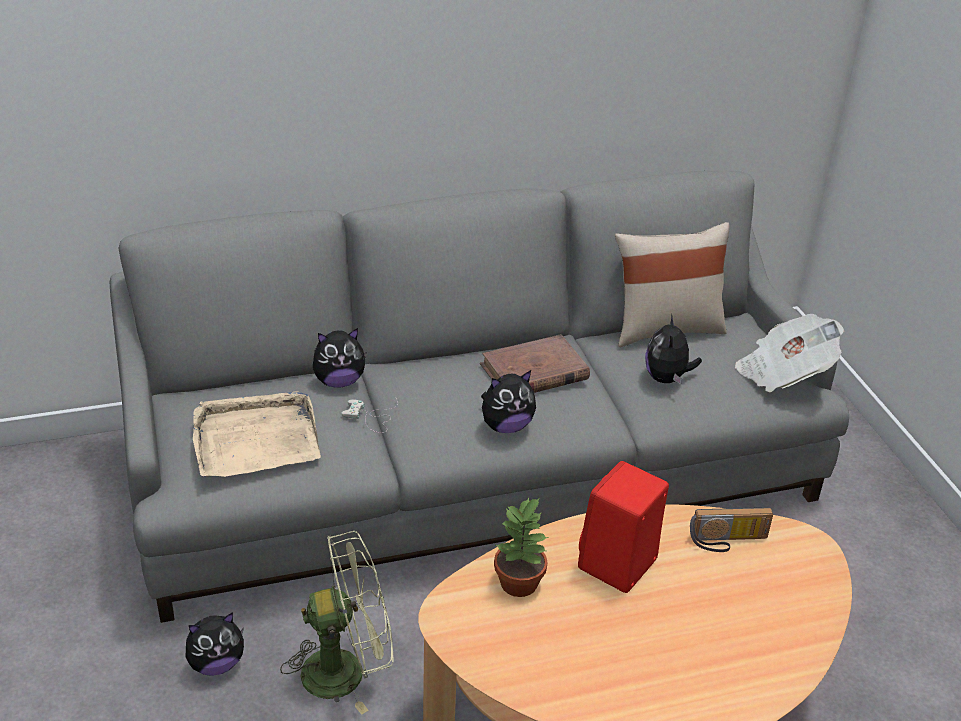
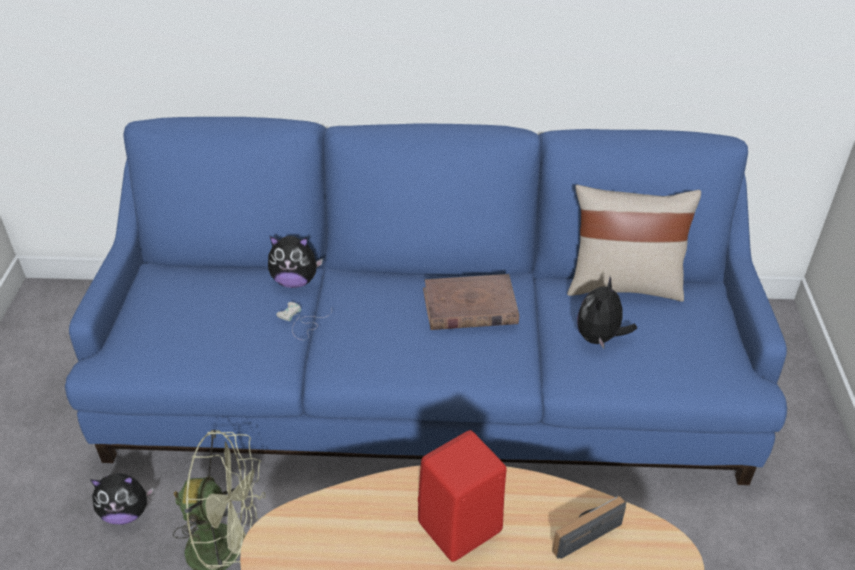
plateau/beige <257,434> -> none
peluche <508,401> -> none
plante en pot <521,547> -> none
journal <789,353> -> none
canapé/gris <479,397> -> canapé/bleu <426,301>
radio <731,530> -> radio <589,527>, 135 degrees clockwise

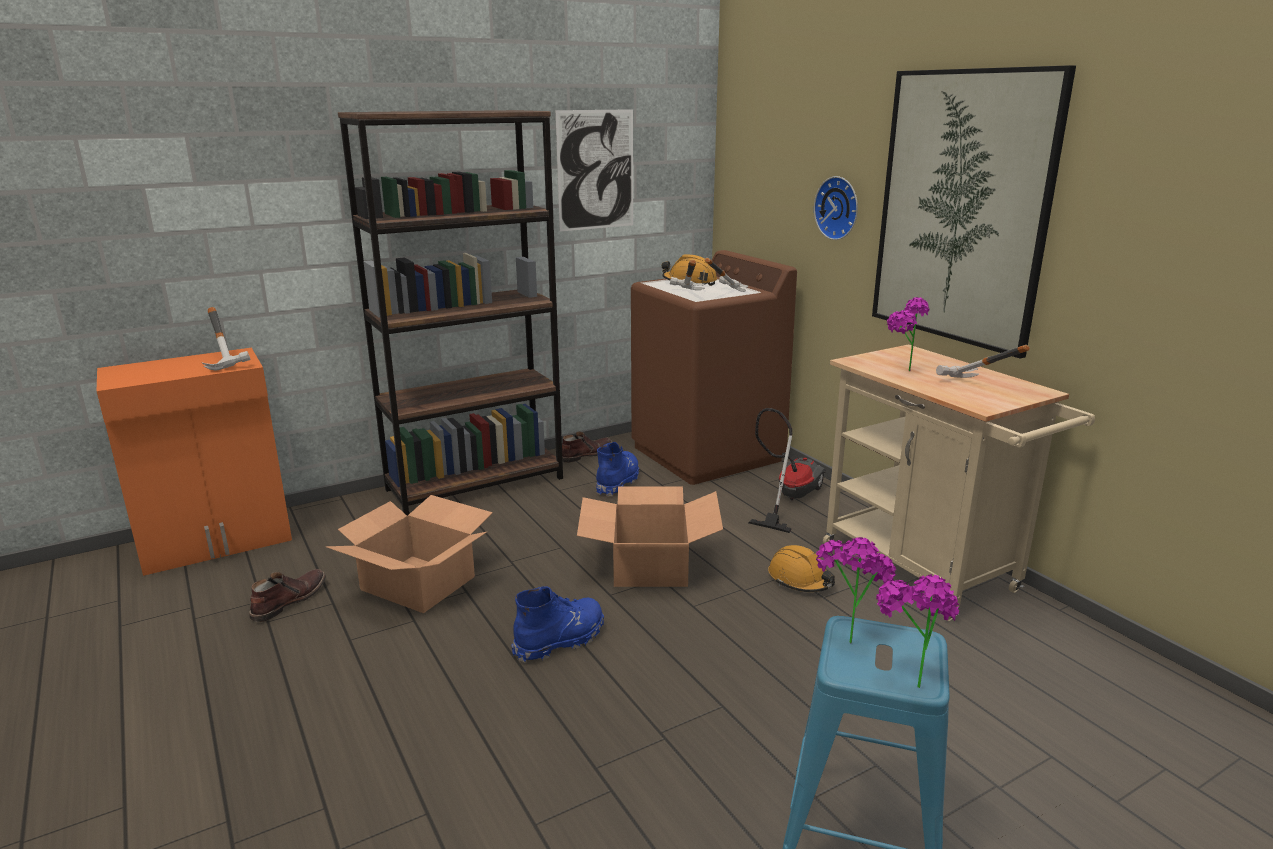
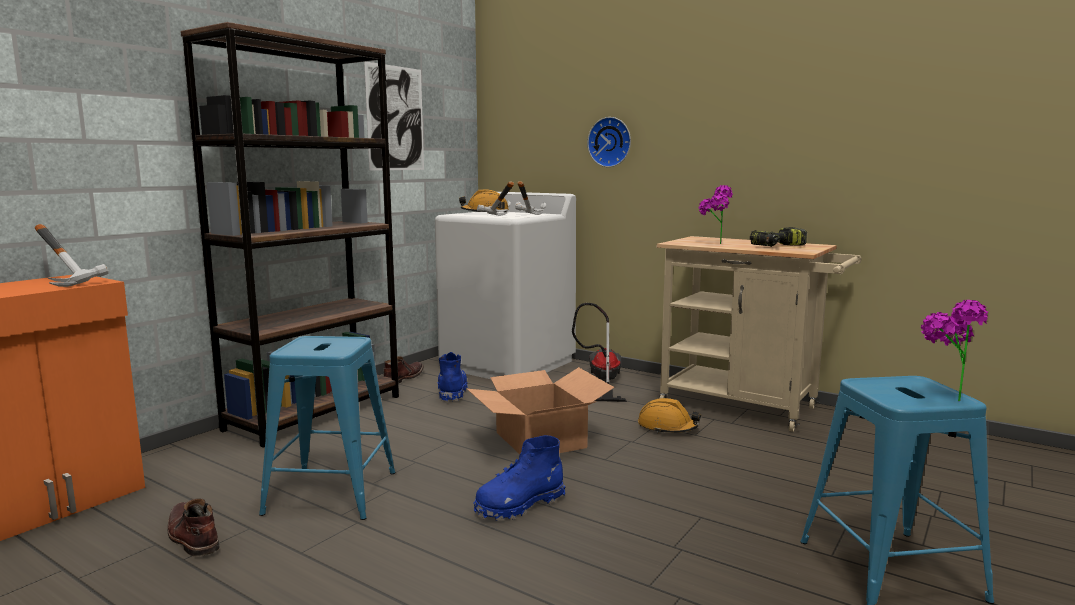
plante en pot <856,590> -> none
tableau <974,212> -> none
carton <409,554> -> tabouret/bleu <327,428>
marteau <983,361> -> perceuse <778,237>
lave-linge/marron <714,367> -> lave-linge/blanc <505,285>
botte/marron <287,595> -> botte/marron <193,527>, 45 degrees counterclockwise
botte/bleu <557,624> -> botte/bleu <519,478>, 150 degrees counterclockwise

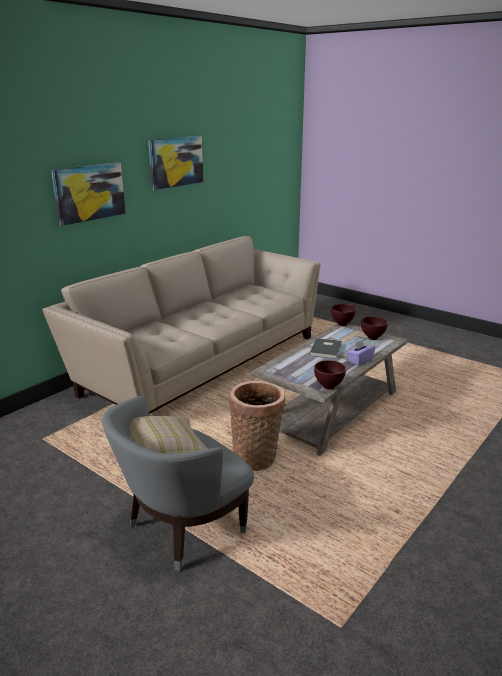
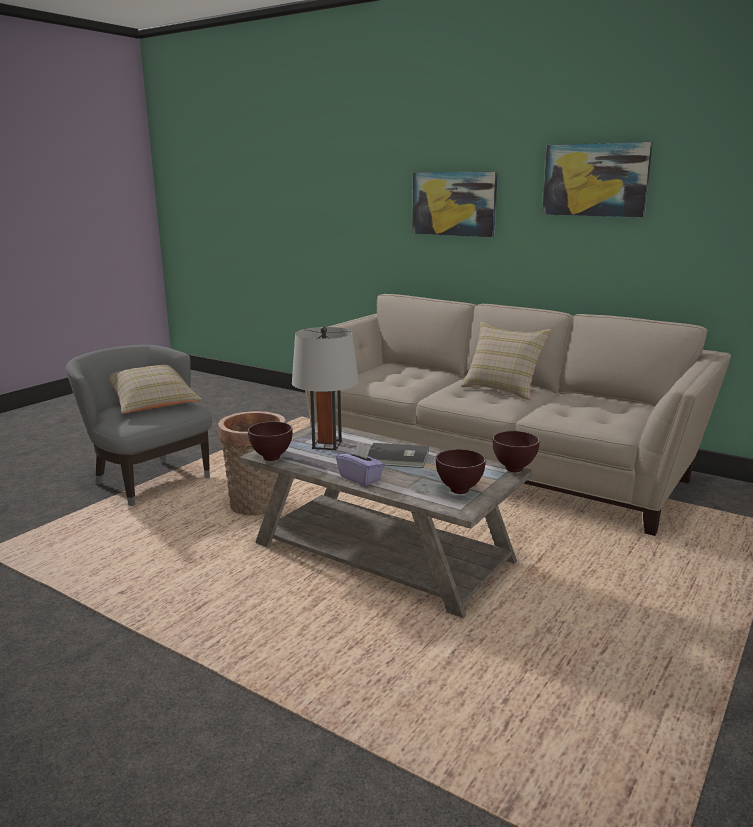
none -> lampe de table/gris <325,388>
none -> coussin/beige <506,361>

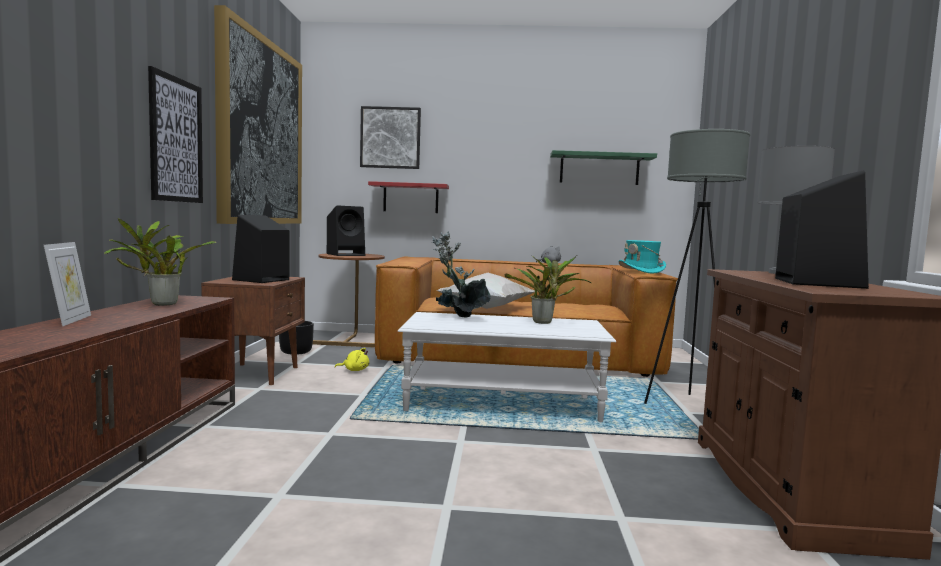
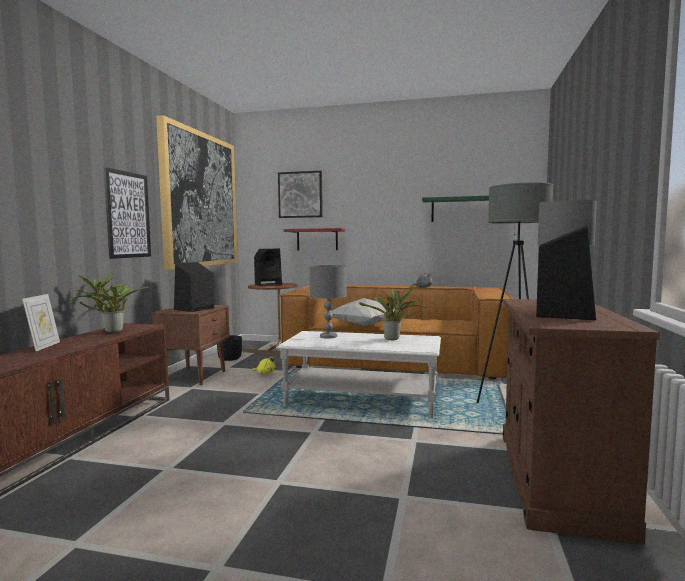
chapeau/turquoise <642,256> -> none
plante en pot <461,274> -> lampe de table/gris <328,302>

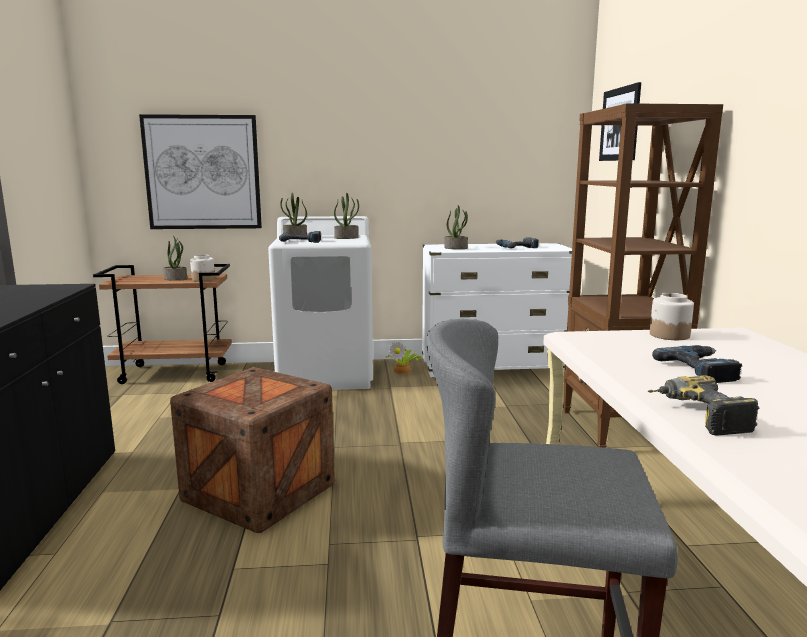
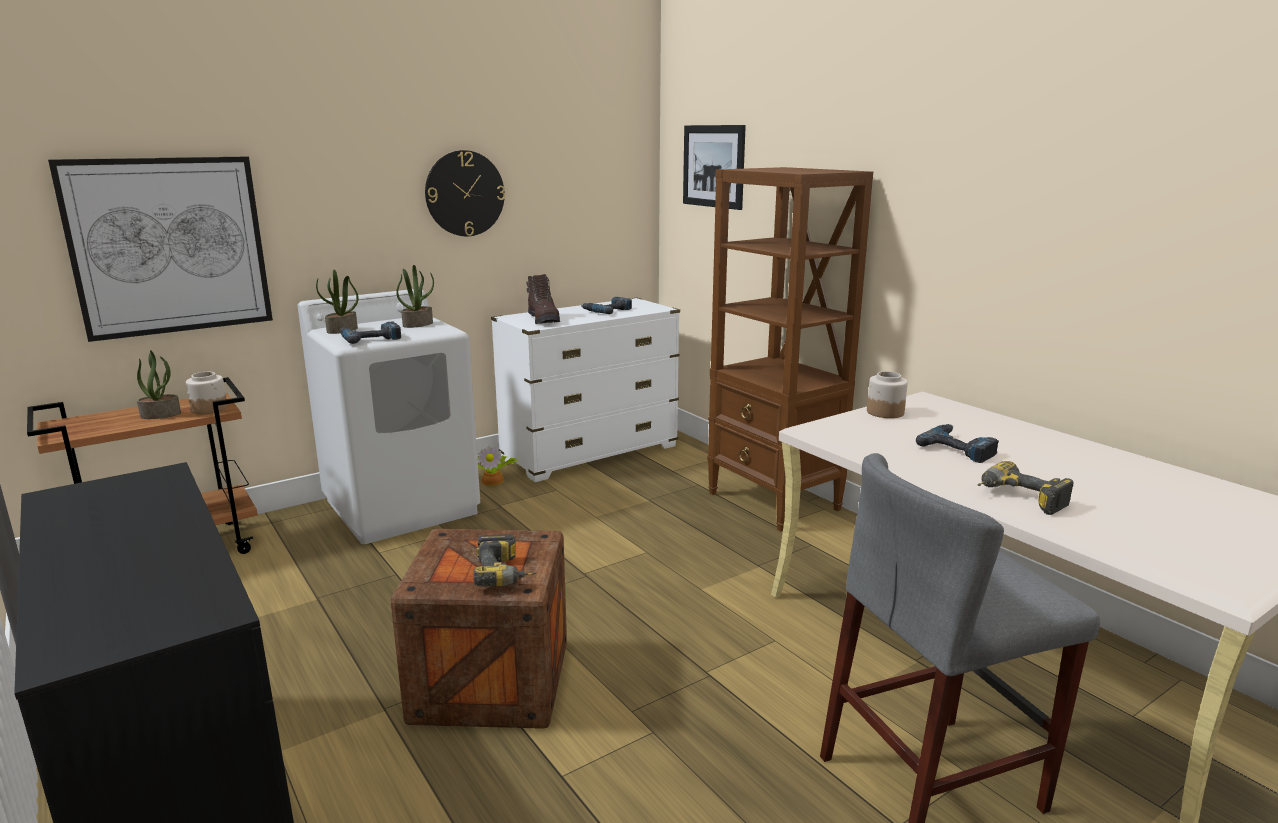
none -> horloge murale <465,193>
none -> perceuse <505,560>
plante en pot <456,227> -> botte/marron <543,299>

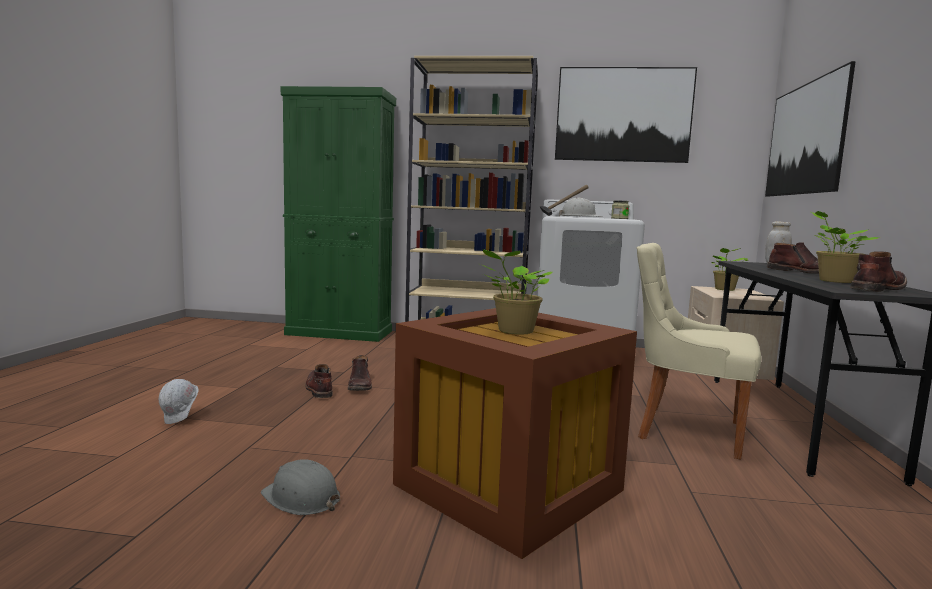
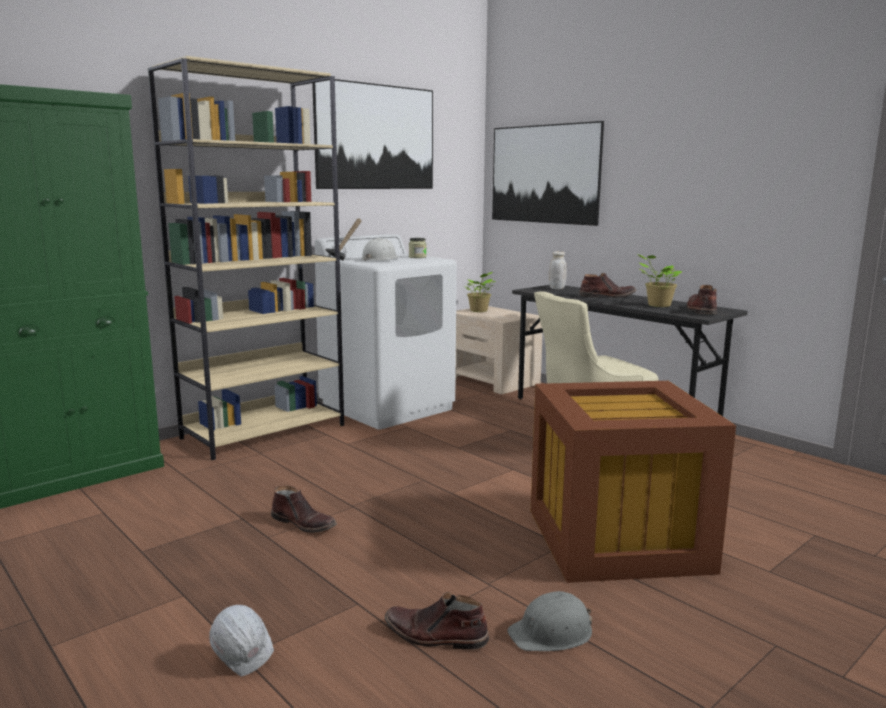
plante en pot <516,292> -> none
botte/marron <319,381> -> botte/marron <437,621>, move

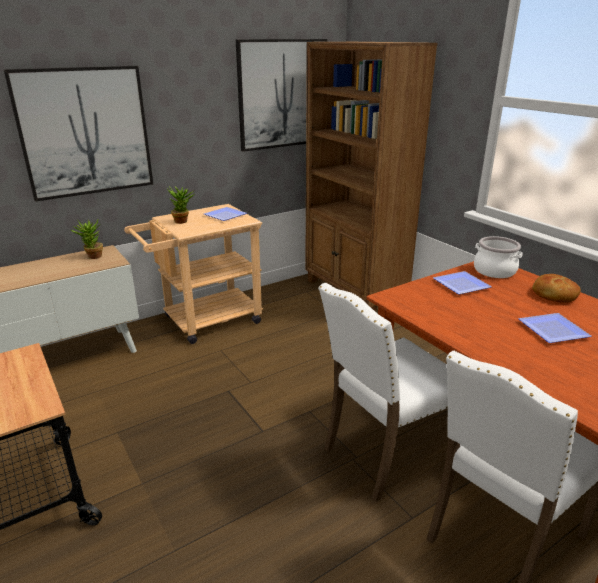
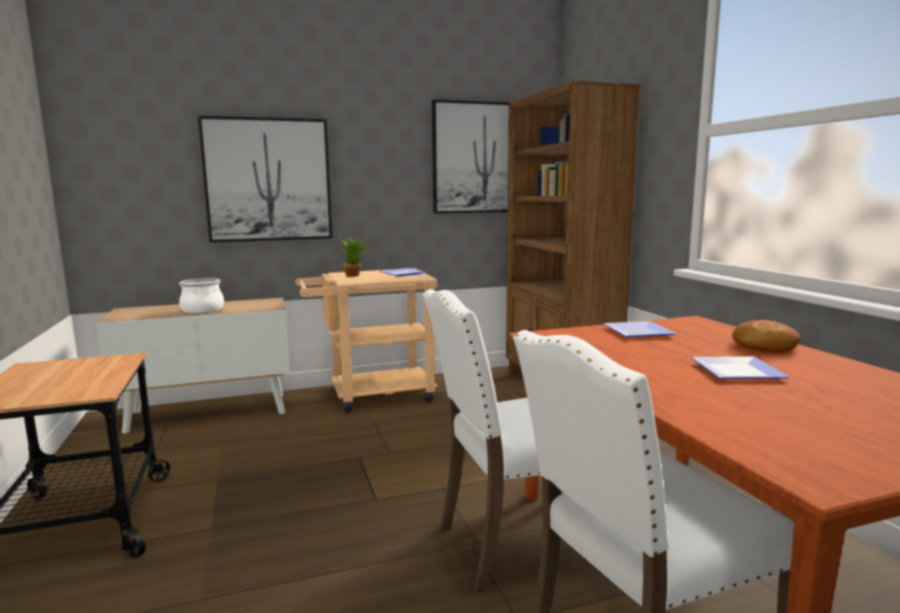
plante en pot <87,239> -> none
marmite <498,257> -> marmite <201,295>, move

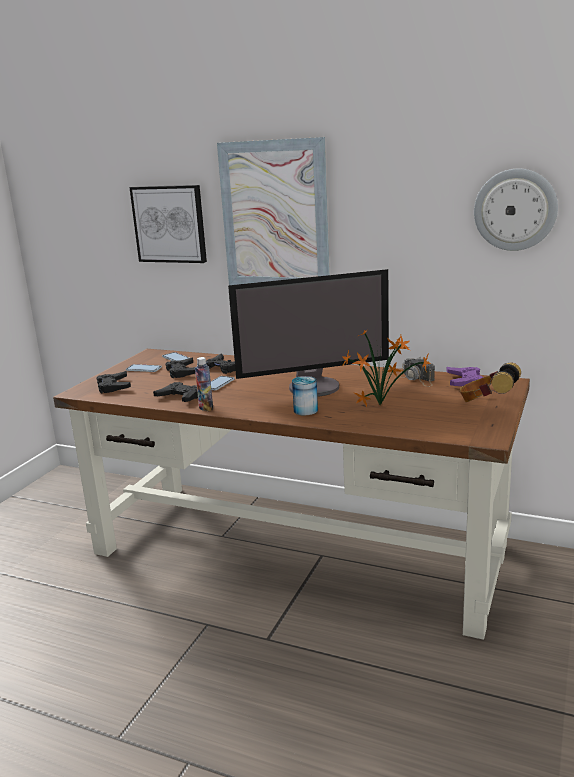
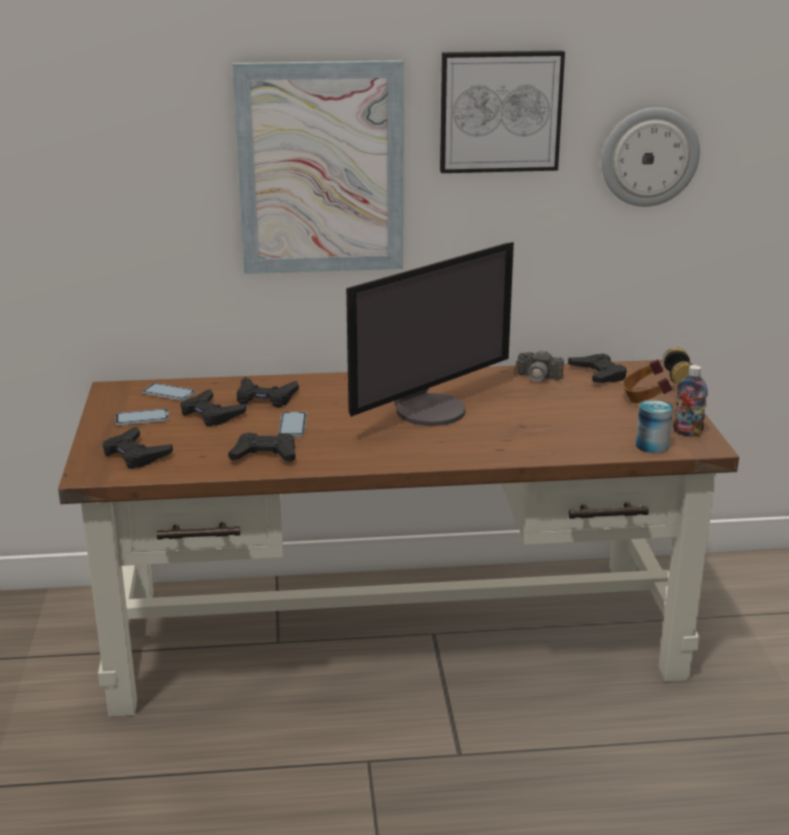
plante en pot <386,367> -> none
tableau <168,224> -> tableau <502,111>, move
bouteille <204,384> -> bouteille <690,401>, move
boîte métallique <305,395> -> boîte métallique <654,427>, move
manette/violet <465,376> -> manette/noir <597,368>

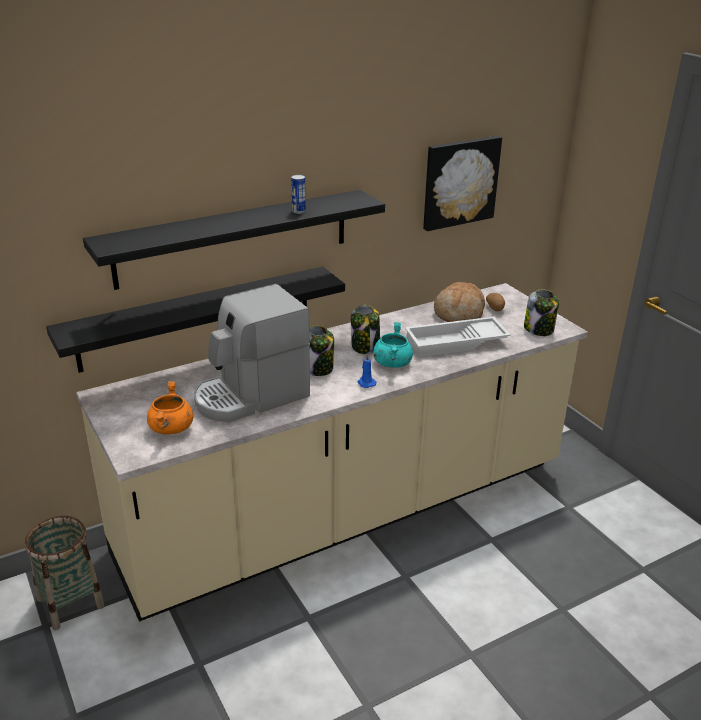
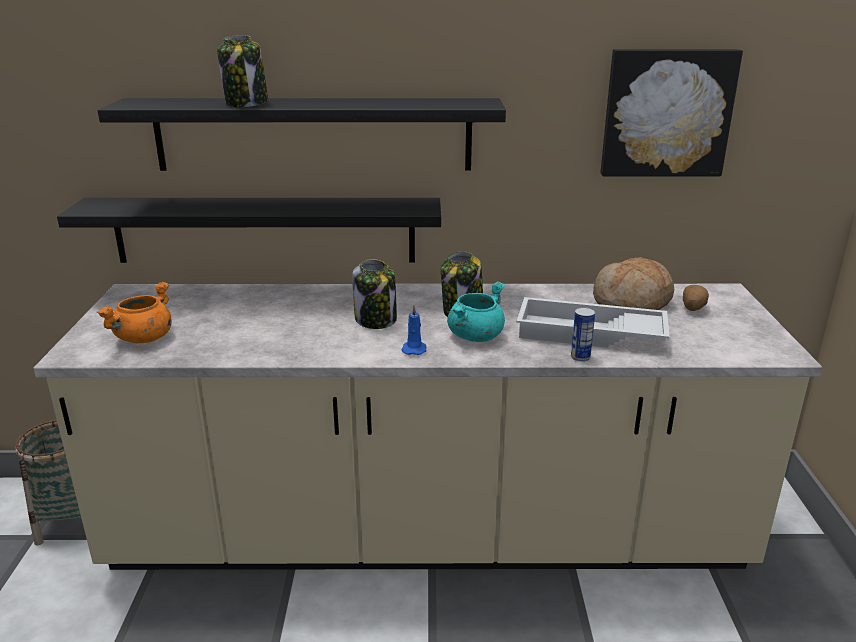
machine à café <252,353> -> none
boîte métallique <298,194> -> boîte métallique <583,334>, move
bocal <541,312> -> bocal <242,71>, move

